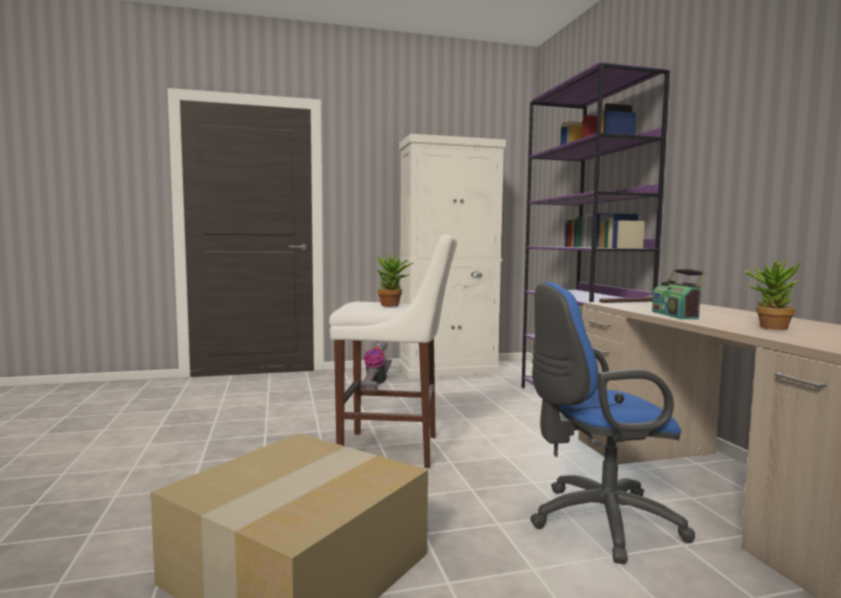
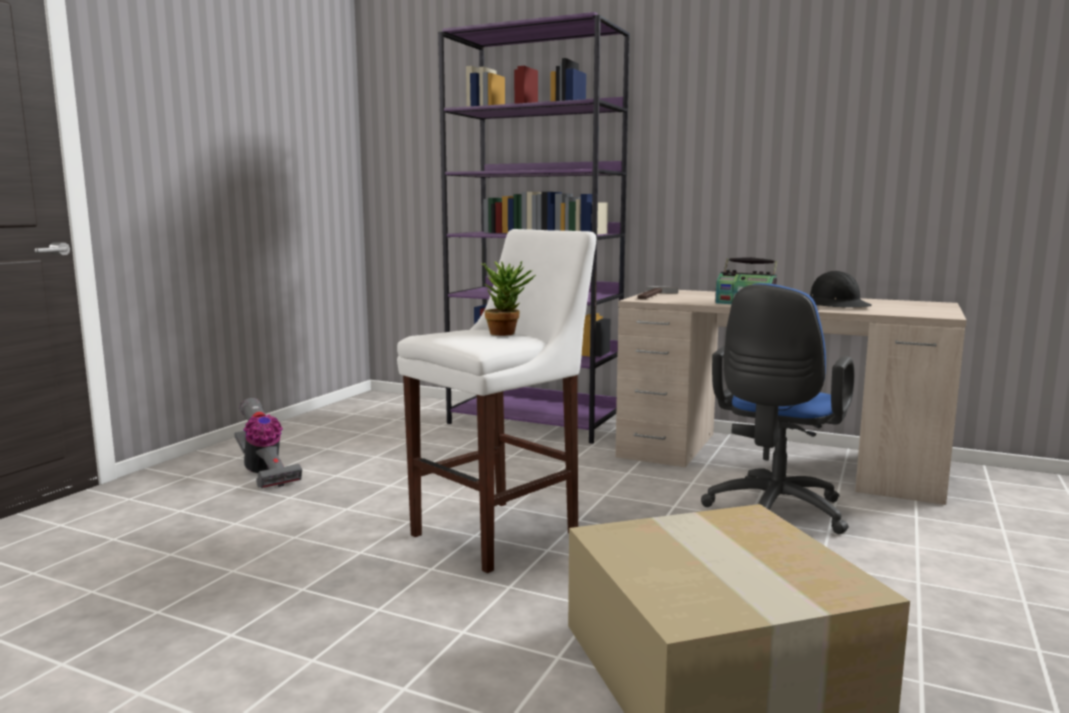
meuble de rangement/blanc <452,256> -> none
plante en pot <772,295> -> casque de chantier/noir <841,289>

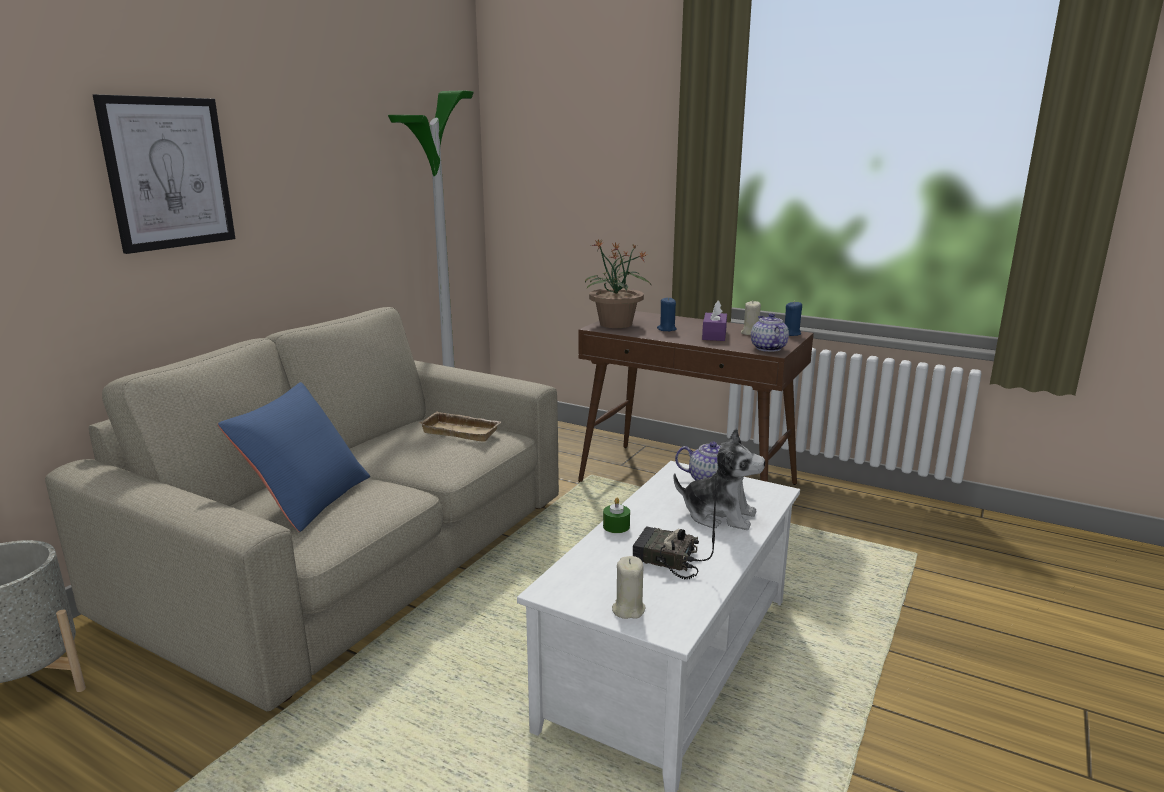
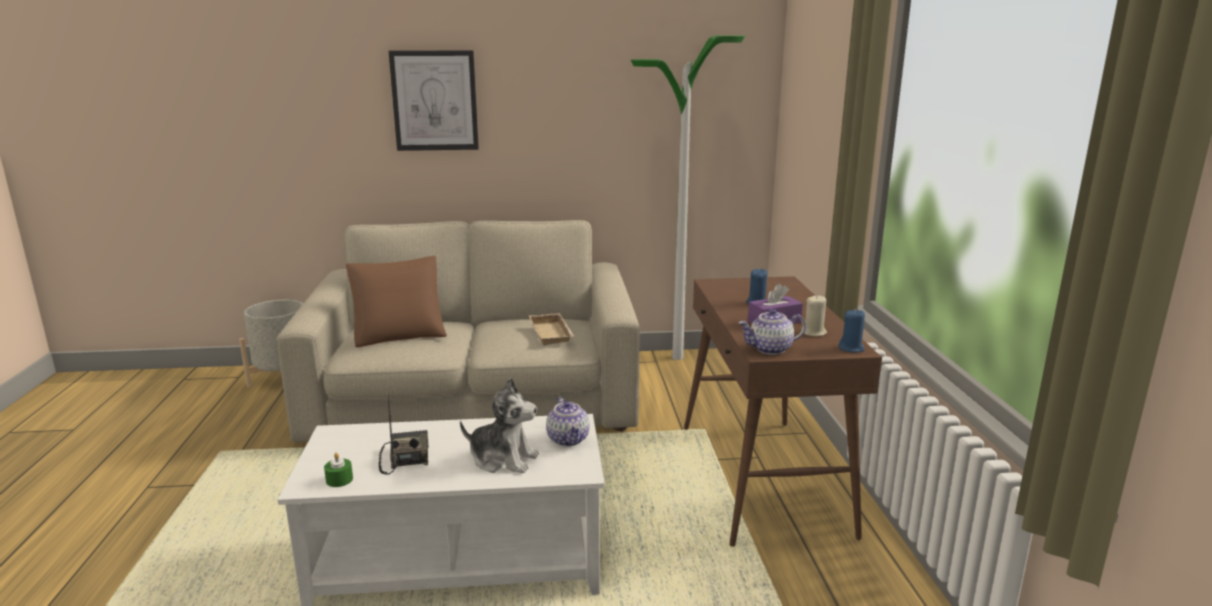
plante en pot <618,283> -> none
bougie/beige <628,587> -> none
bougie/vert <616,515> -> bougie/vert <338,470>, move
coussin/bleu <294,457> -> coussin/marron <396,301>
peluche <719,479> -> peluche <499,425>, 60 degrees counterclockwise
théière <770,332> -> théière <772,332>, 150 degrees counterclockwise

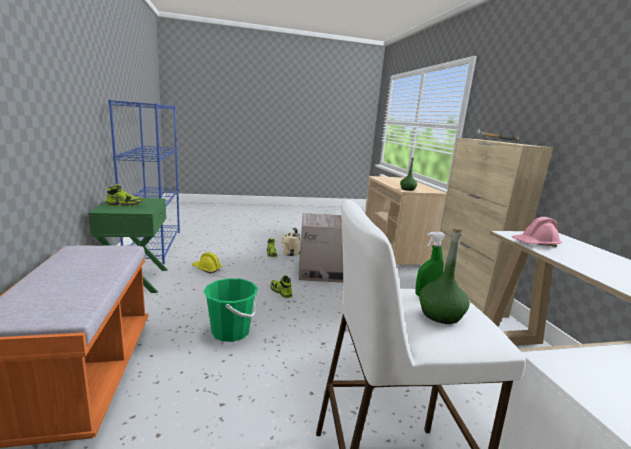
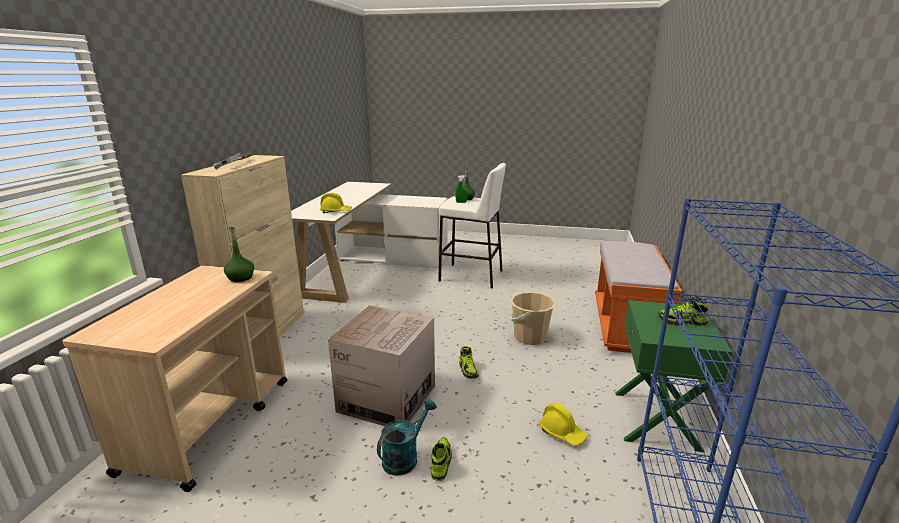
seau/vert <231,310> -> seau/beige <533,318>
arrosoir/beige <291,242> -> arrosoir/turquoise <407,437>
casque de chantier/rose <537,232> -> casque de chantier/jaune <336,203>

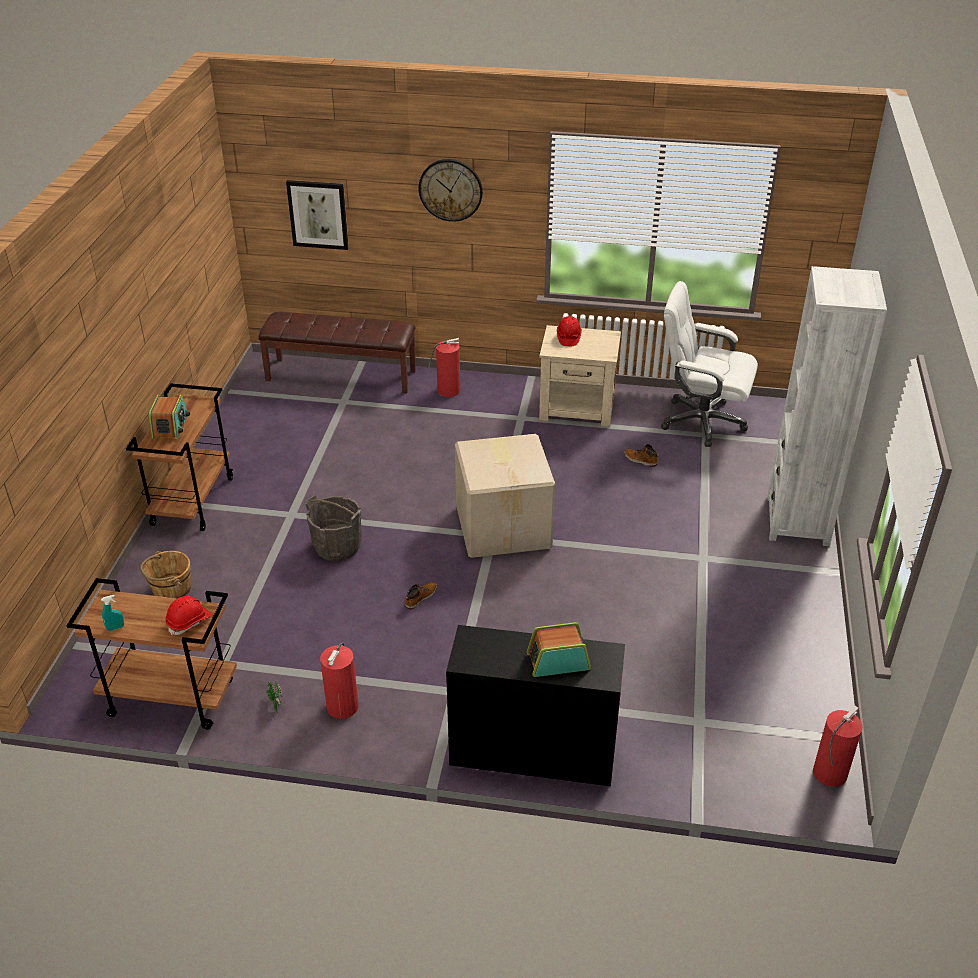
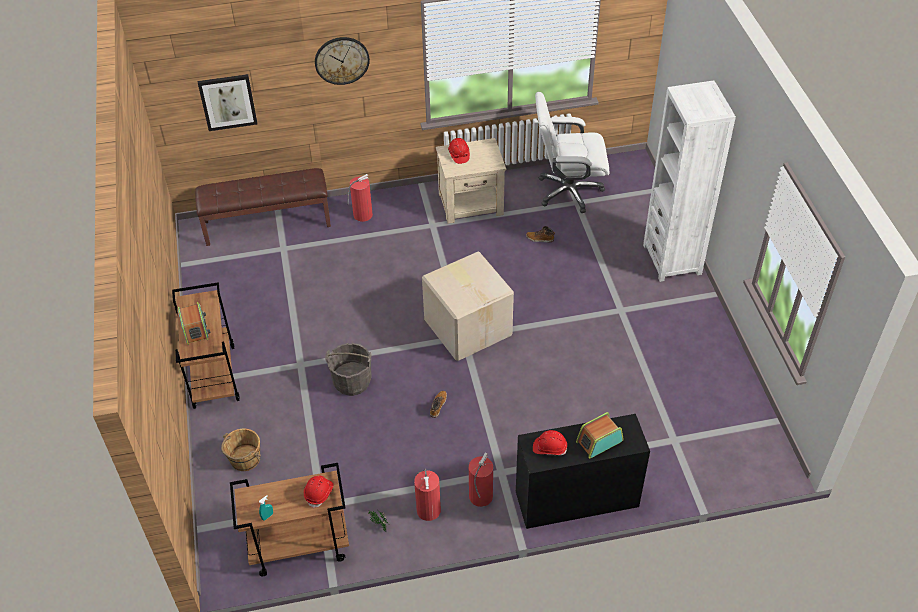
none -> casque de chantier/rouge <550,442>
extincteur <838,746> -> extincteur <481,480>, move

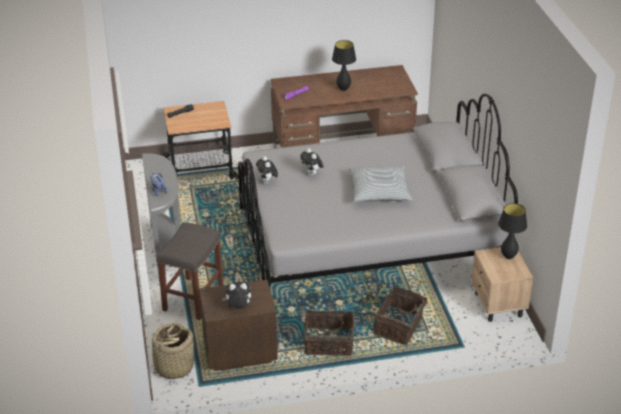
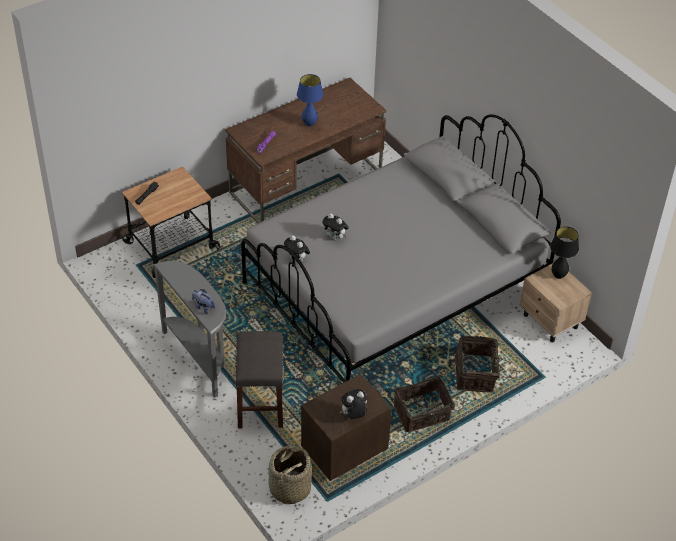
coussin <380,184> -> none
lampe de table/noir <344,65> -> lampe de table/bleu <310,100>

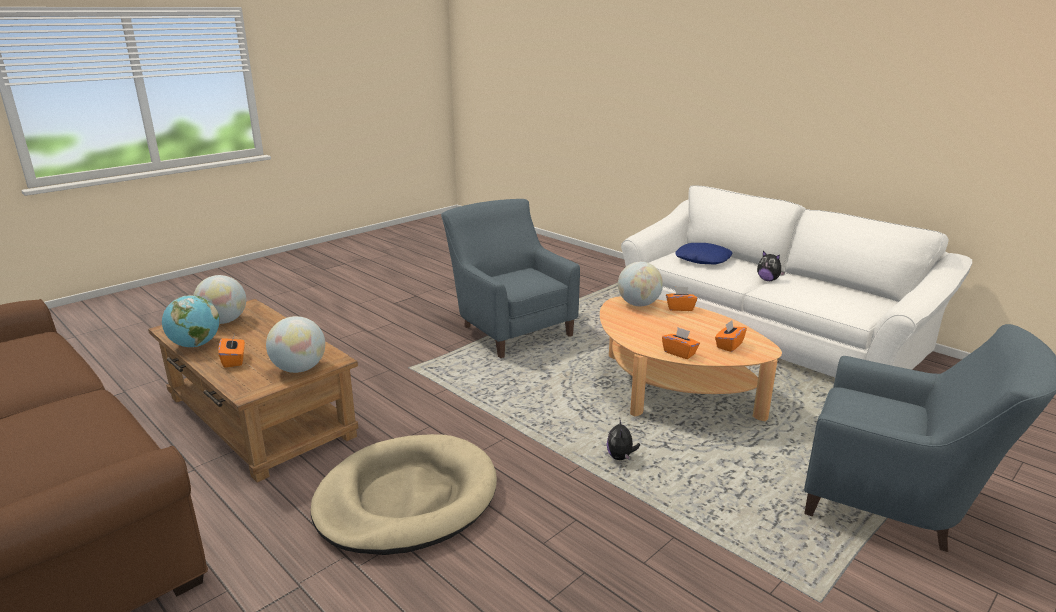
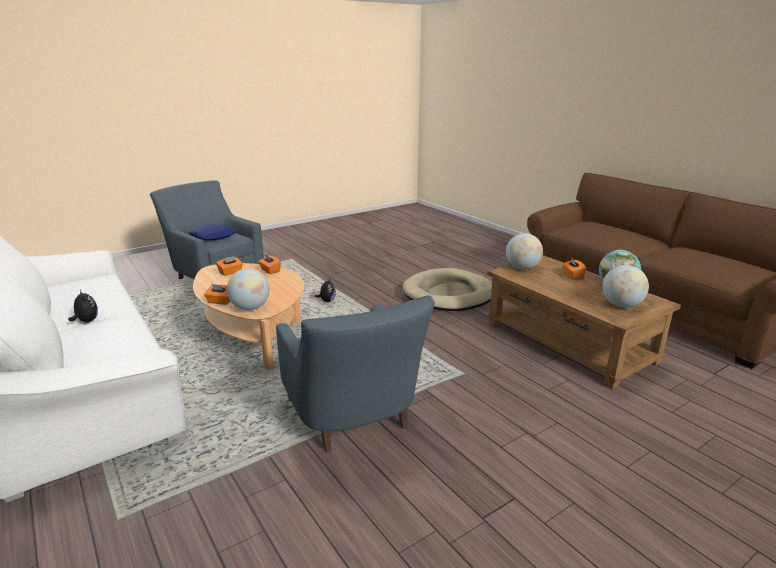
coussin/bleu <703,254> -> coussin/bleu <213,232>, move

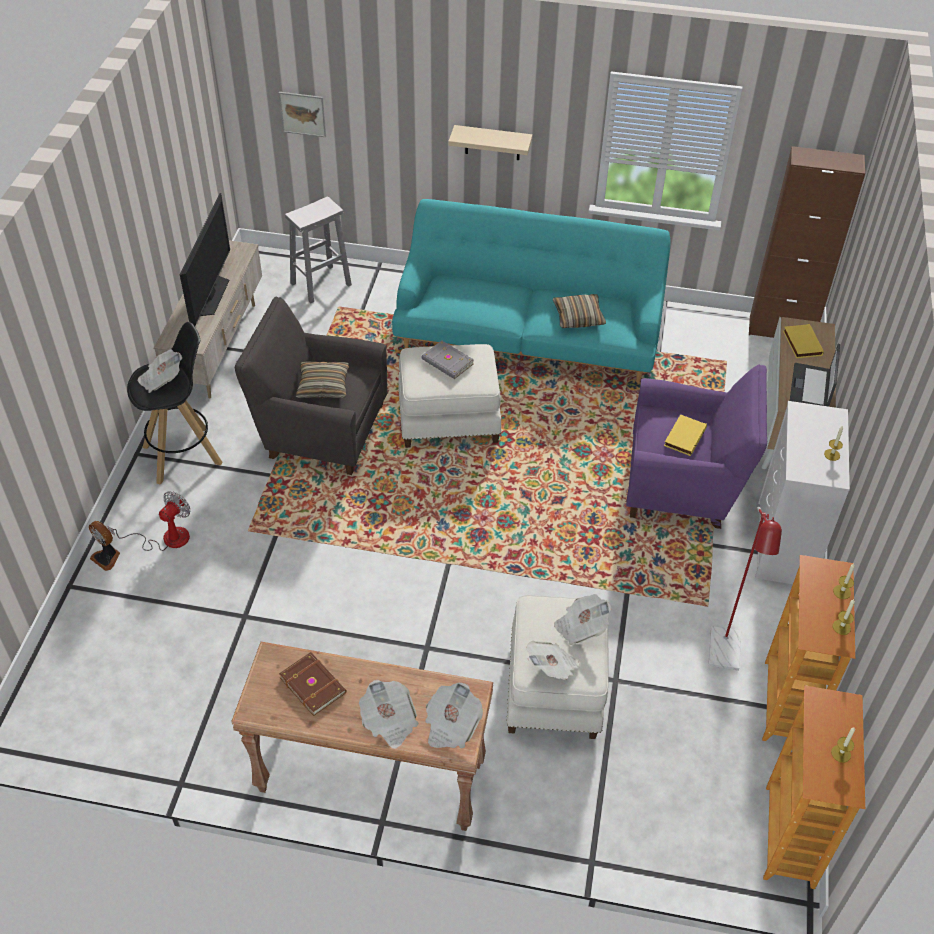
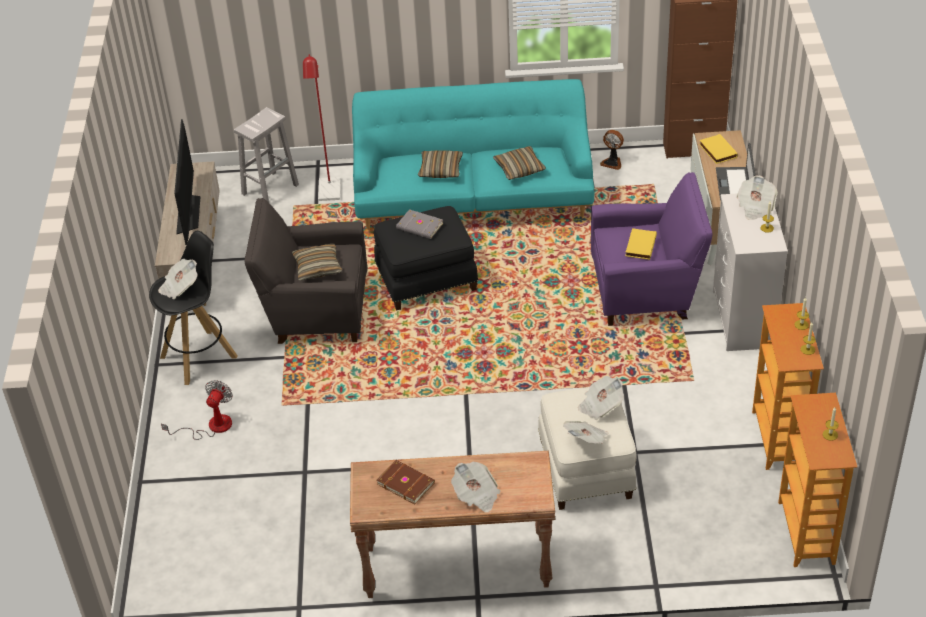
tableau <302,114> -> none
étagère/beige <490,142> -> none
none -> coussin <440,164>
ventilateur <104,546> -> ventilateur <612,150>, move
journal <454,715> -> journal <757,198>, move
lampadaire/rouge <745,589> -> lampadaire/rouge <322,127>, move
pouf/blanc <450,396> -> pouf/noir <426,258>

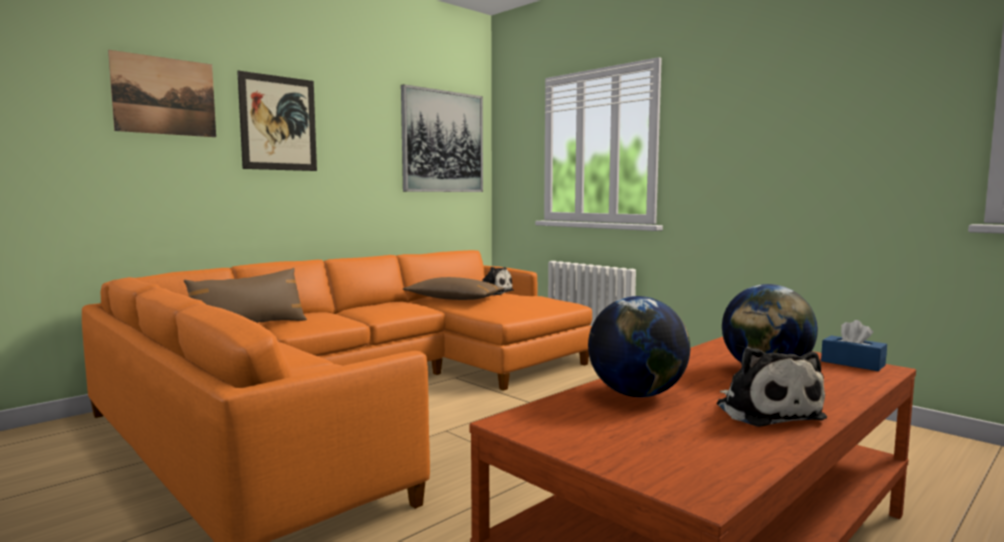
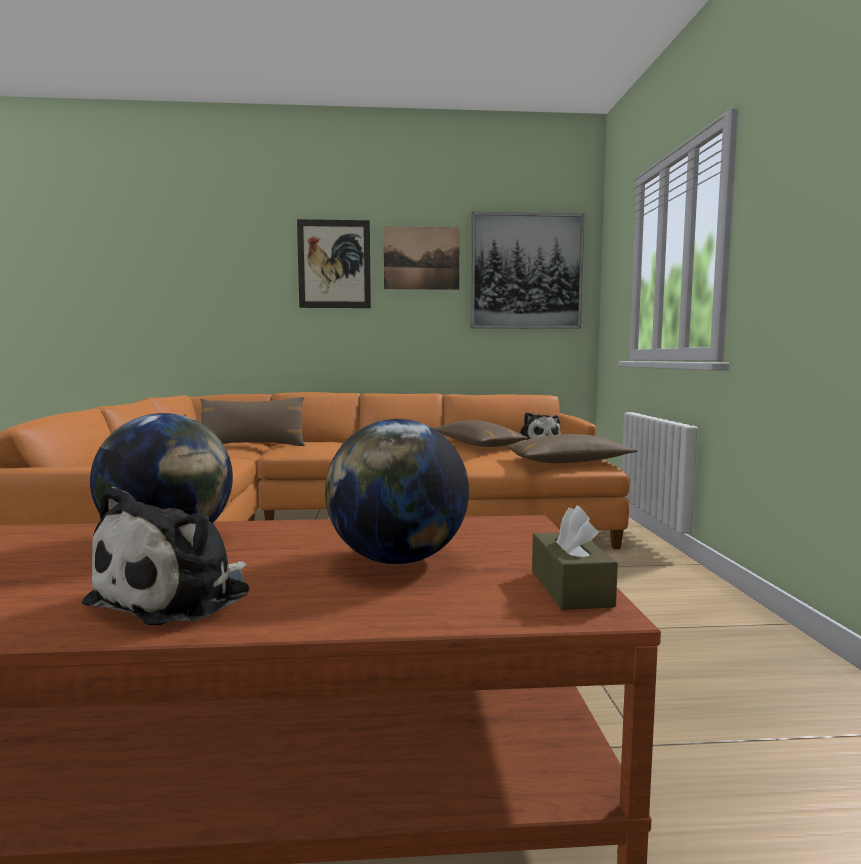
none -> coussin/marron <572,448>
tableau <162,93> -> tableau <422,258>, move
boîte à mouchoirs/bleu <854,345> -> boîte à mouchoirs/marron <575,557>

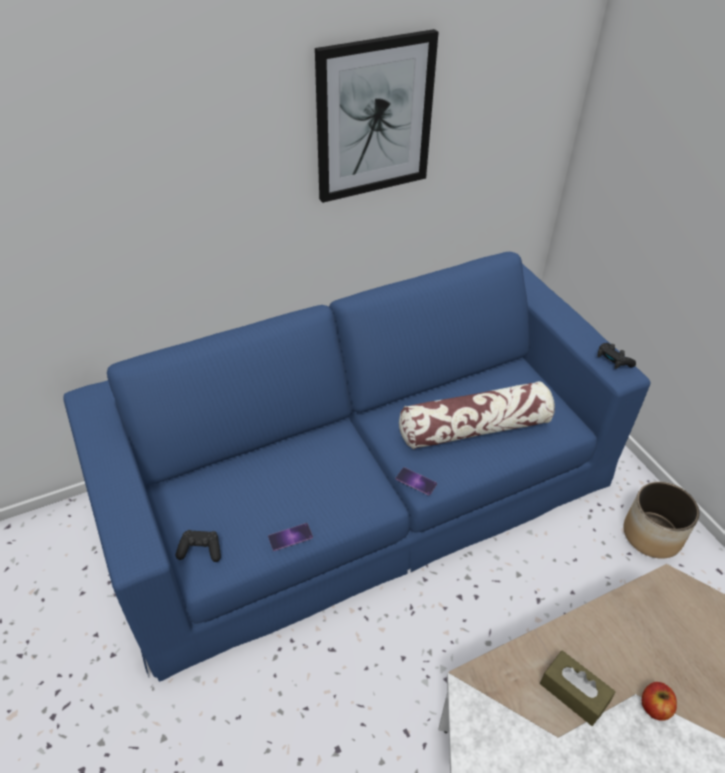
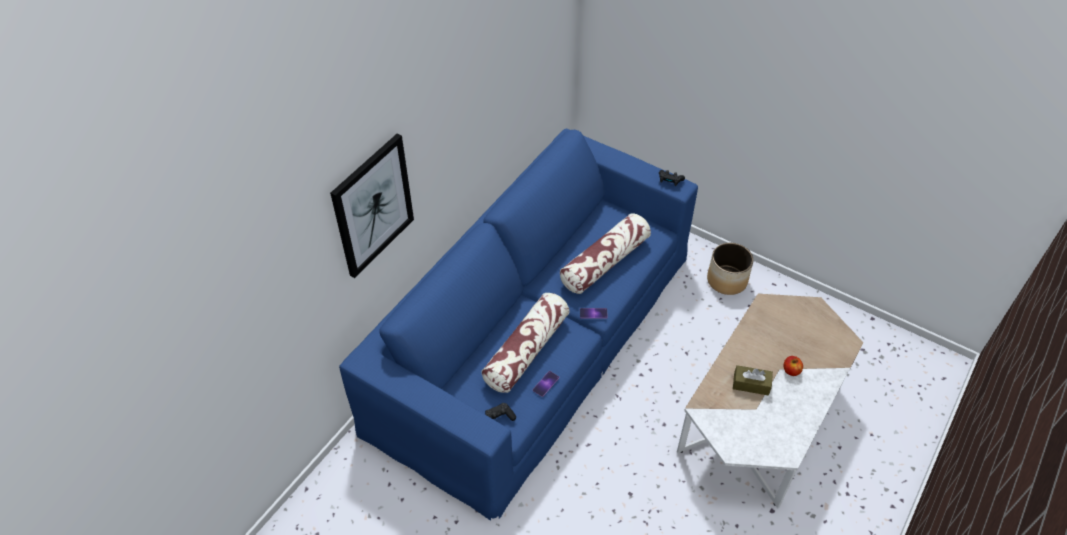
none -> coussin <525,343>
tableau <377,116> -> tableau <372,206>, move

